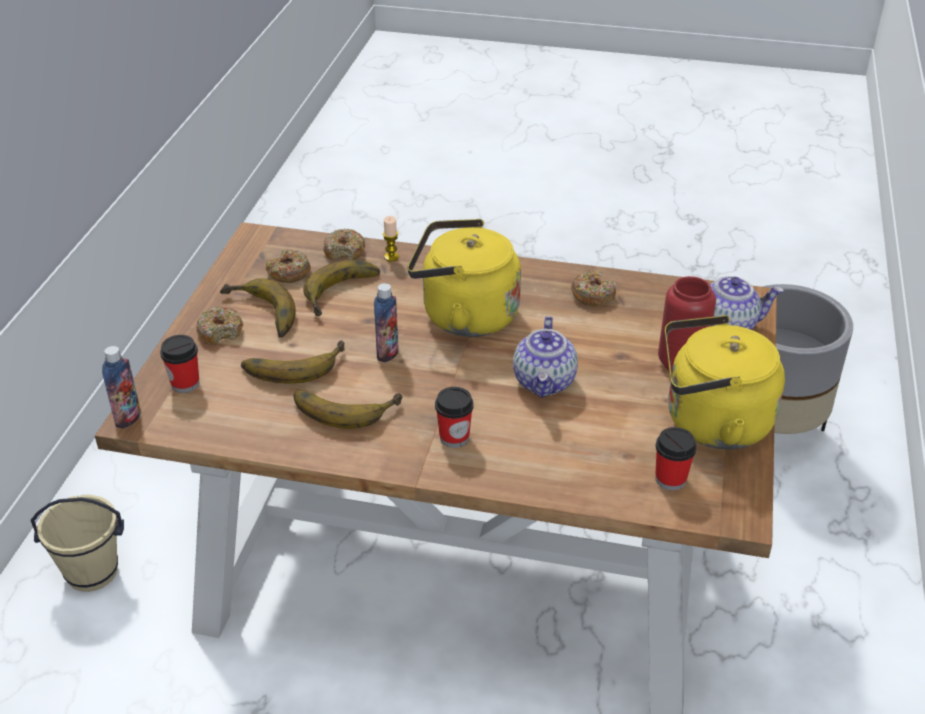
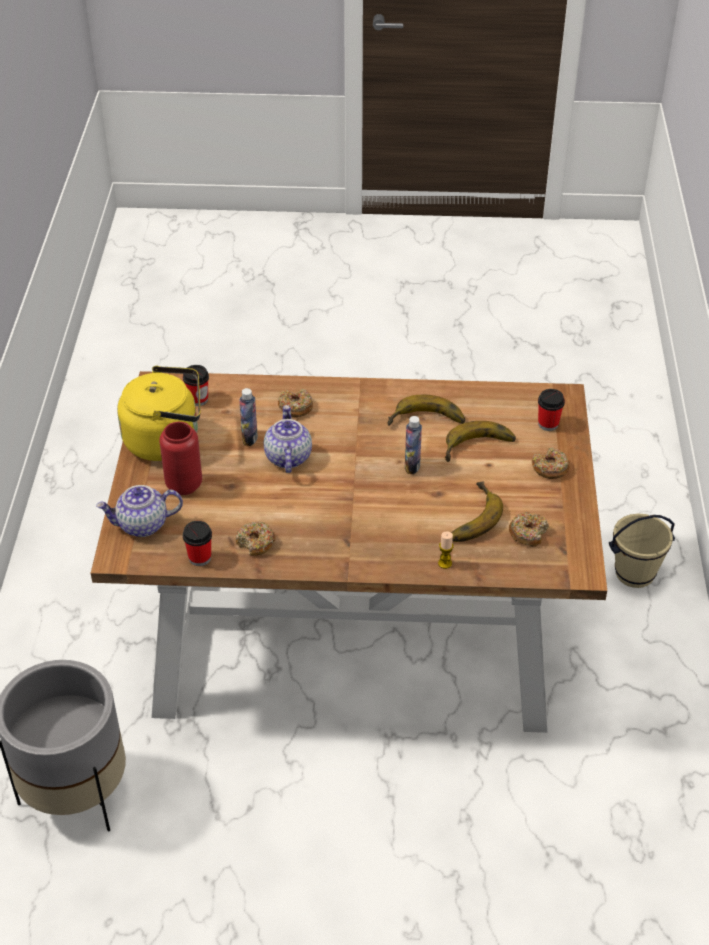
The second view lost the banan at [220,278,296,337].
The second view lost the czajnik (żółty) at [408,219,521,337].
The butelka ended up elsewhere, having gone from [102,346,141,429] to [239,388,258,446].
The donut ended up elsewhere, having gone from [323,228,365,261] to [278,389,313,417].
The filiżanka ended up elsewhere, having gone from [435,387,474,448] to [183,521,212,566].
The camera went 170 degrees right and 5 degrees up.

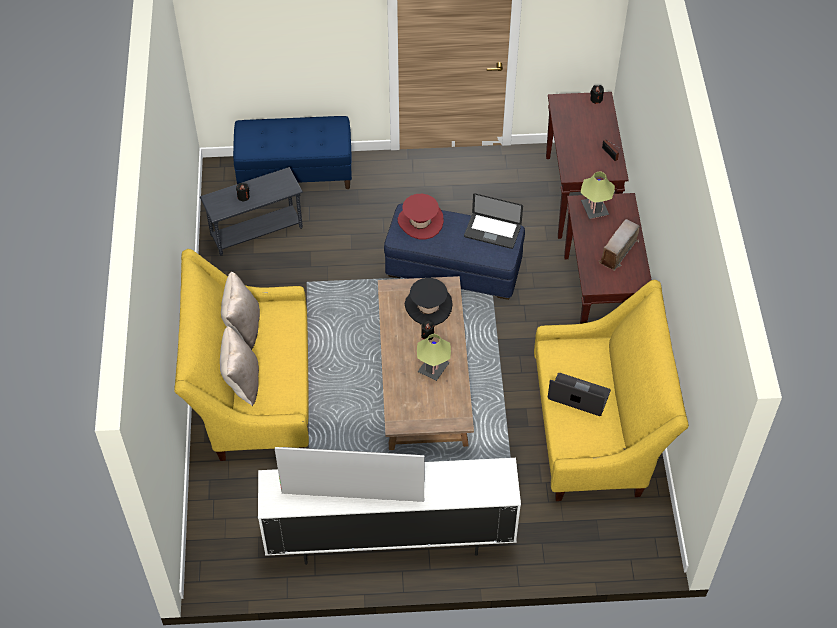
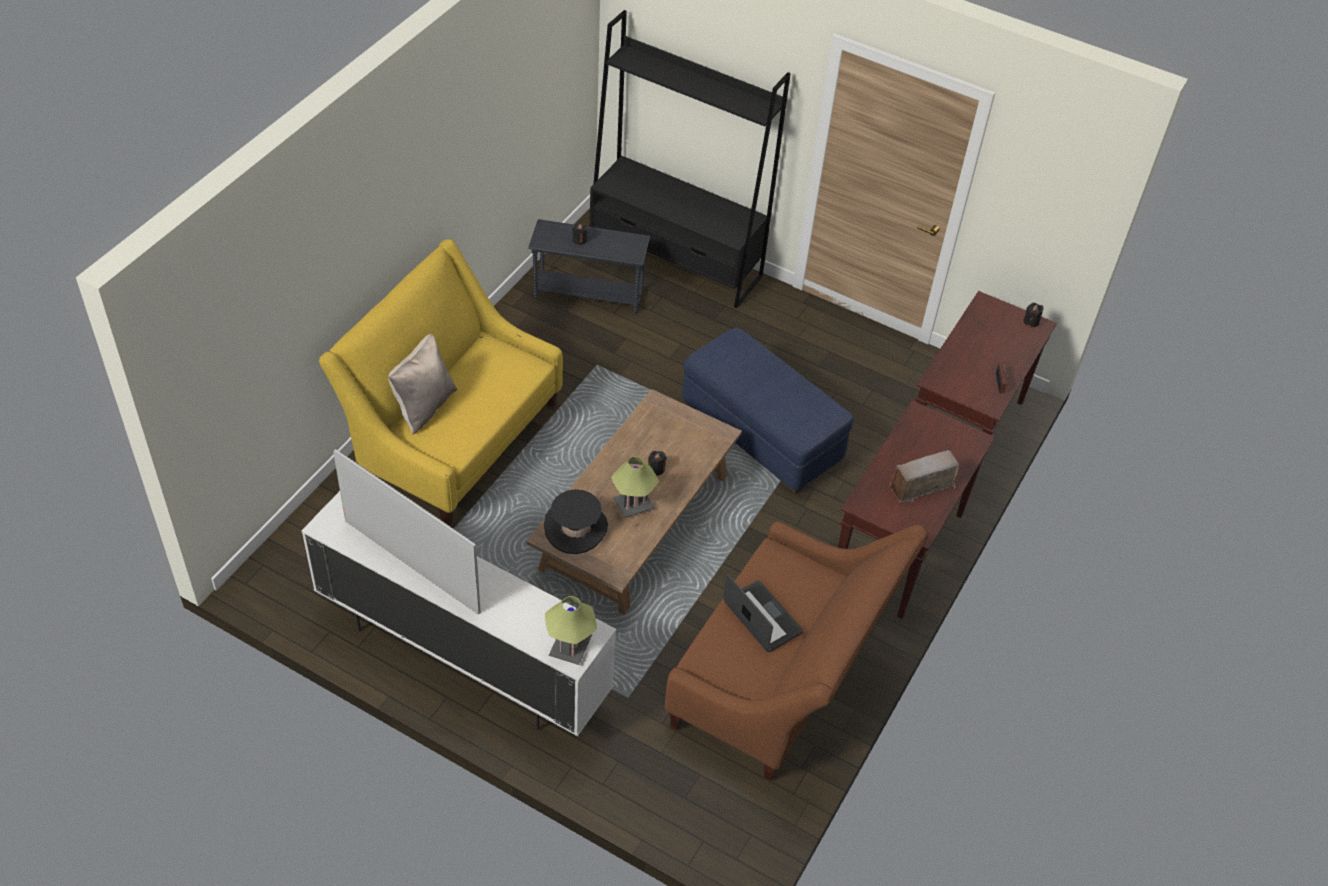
The second view lost the poduszka (beżowy) at [221,272,260,350].
The second view lost the kapelusz (czerwony) at [398,194,444,239].
The second view lost the laptop at [464,193,523,249].
The kapelusz (czarny) ended up elsewhere, having gone from [405,278,453,326] to [544,489,608,554].
The lampa stołowa ended up elsewhere, having gone from [581,172,615,219] to [545,596,597,665].
Where the ławka (niebieski) stood at [233,116,352,189], the regał (czarny) came to stand at [590,10,790,308].
What was the kanapa (żółty) at [534,280,689,501] turned into the kanapa (brązowy) at [665,521,929,781].
The camera went 30 degrees right and 5 degrees down.

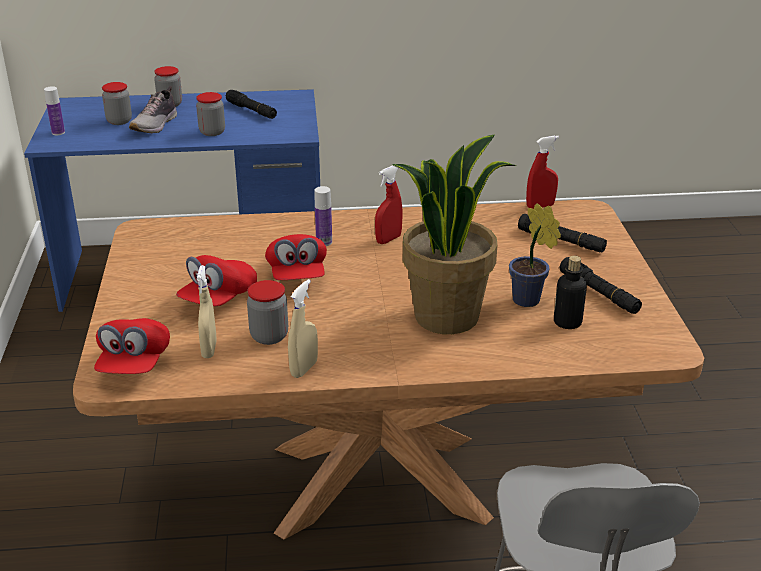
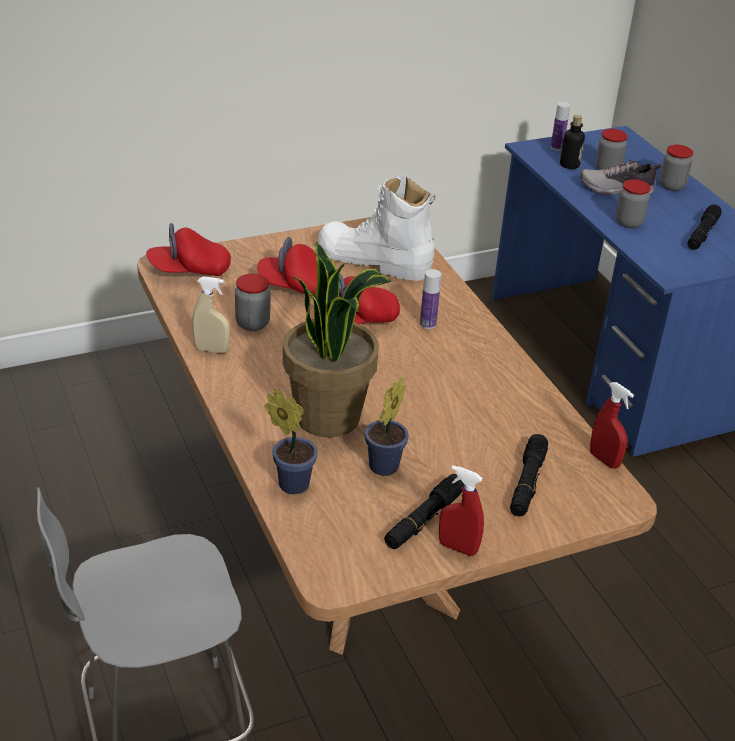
The second view lost the spryskiwacz (beżowy) at [197,265,217,358].
The second view gained the roślina doniczkowa at [264,390,318,494].
The second view gained the but z cholewką (biały) at [318,176,435,281].
The spryskiwacz (czerwony) ended up elsewhere, having gone from [375,166,403,244] to [439,465,484,556].
The butelka ended up elsewhere, having gone from [554,256,587,329] to [560,115,585,169].
The camera went 70 degrees right and 5 degrees up.

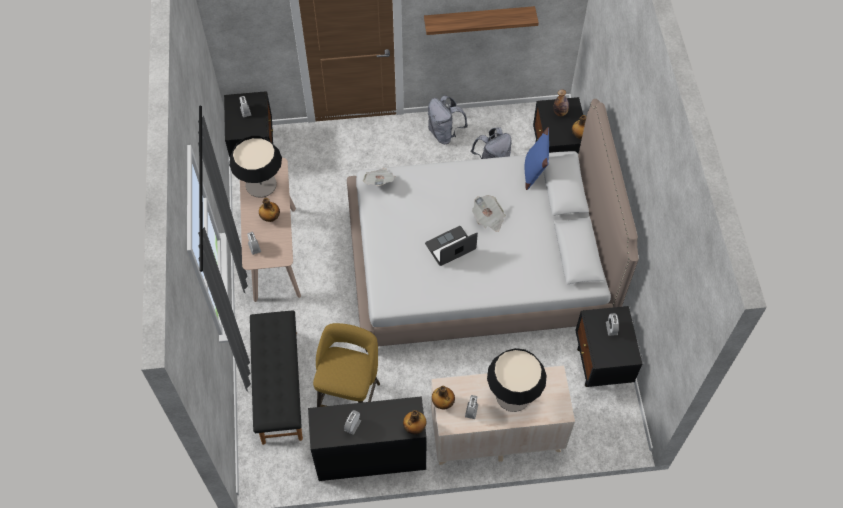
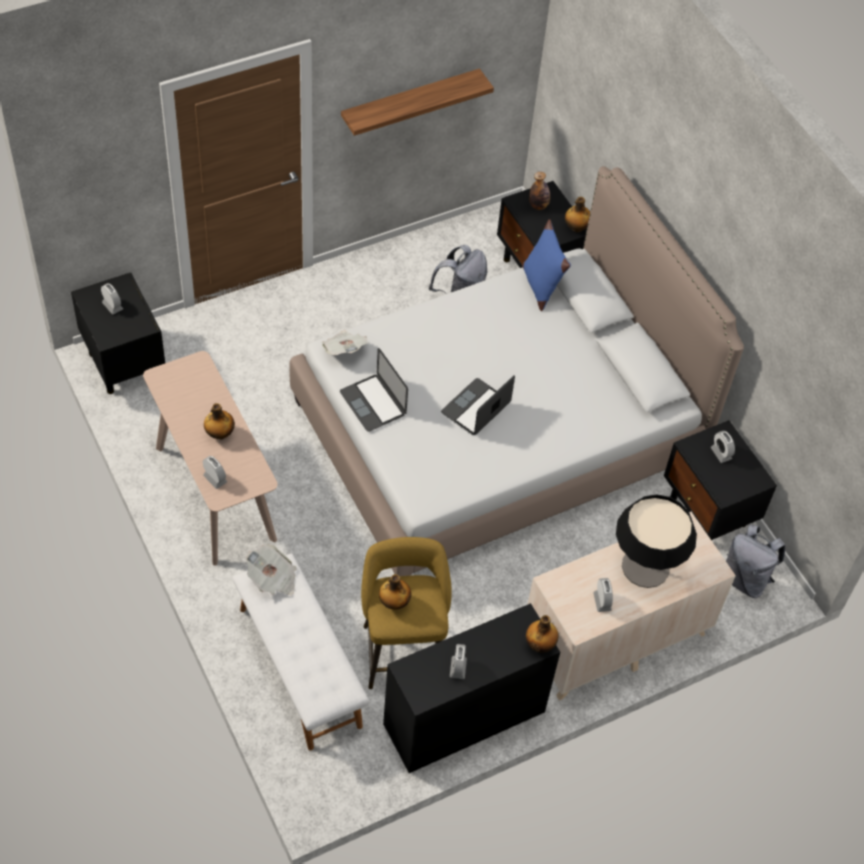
The second view lost the lampa stołowa at [229,136,282,197].
The second view gained the laptop at [340,348,408,432].
The plecak (szary) ended up elsewhere, having gone from [428,95,468,144] to [726,524,785,598].
The butelka ended up elsewhere, having gone from [432,386,455,409] to [379,574,411,610].
The gazeta ended up elsewhere, having gone from [472,195,506,232] to [246,545,297,595].
What was the ławka (czarny) at [250,310,303,445] turned into the ławka (biały) at [233,553,369,750].
The camera went 25 degrees left and 5 degrees down.

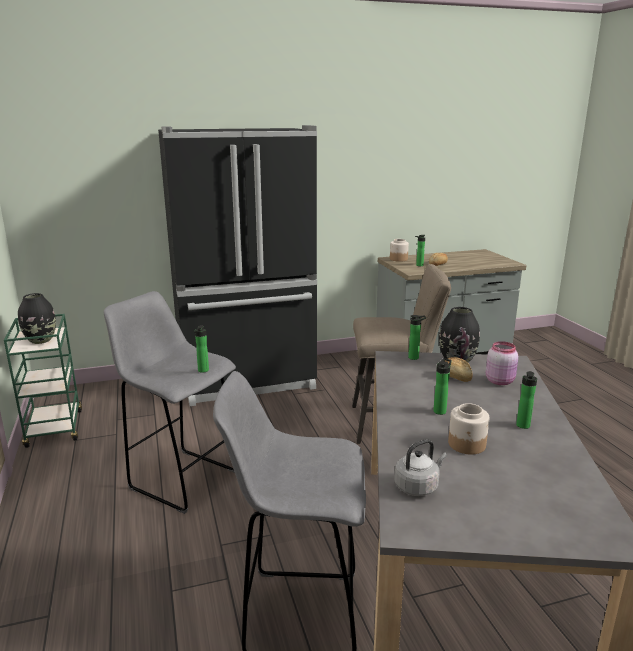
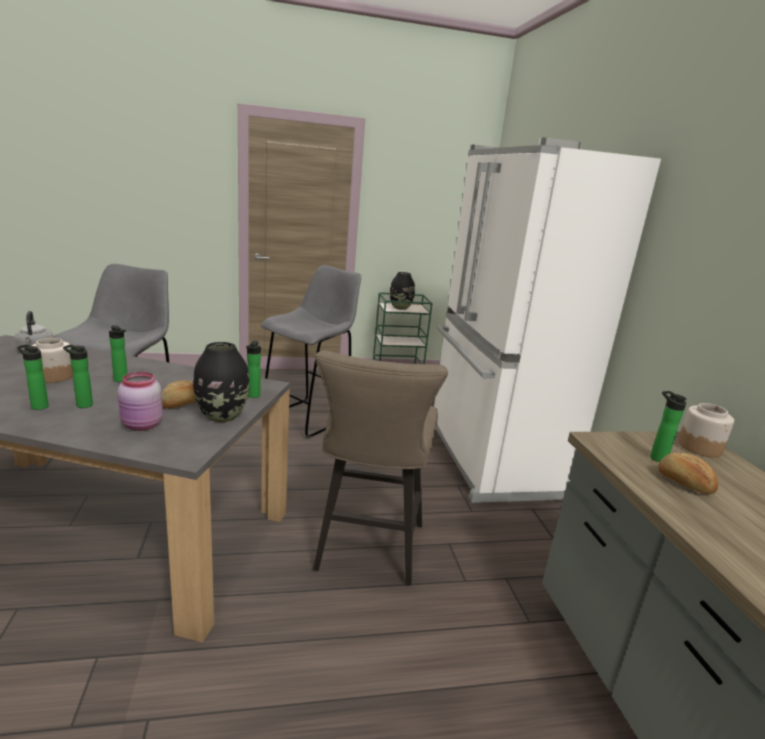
The butelka ended up elsewhere, having gone from [194,325,209,373] to [63,345,93,408].
What was the lodówka (czarny) at [158,125,317,406] turned into the lodówka (biały) at [434,137,661,503].
The camera went 95 degrees right and 0 degrees up.

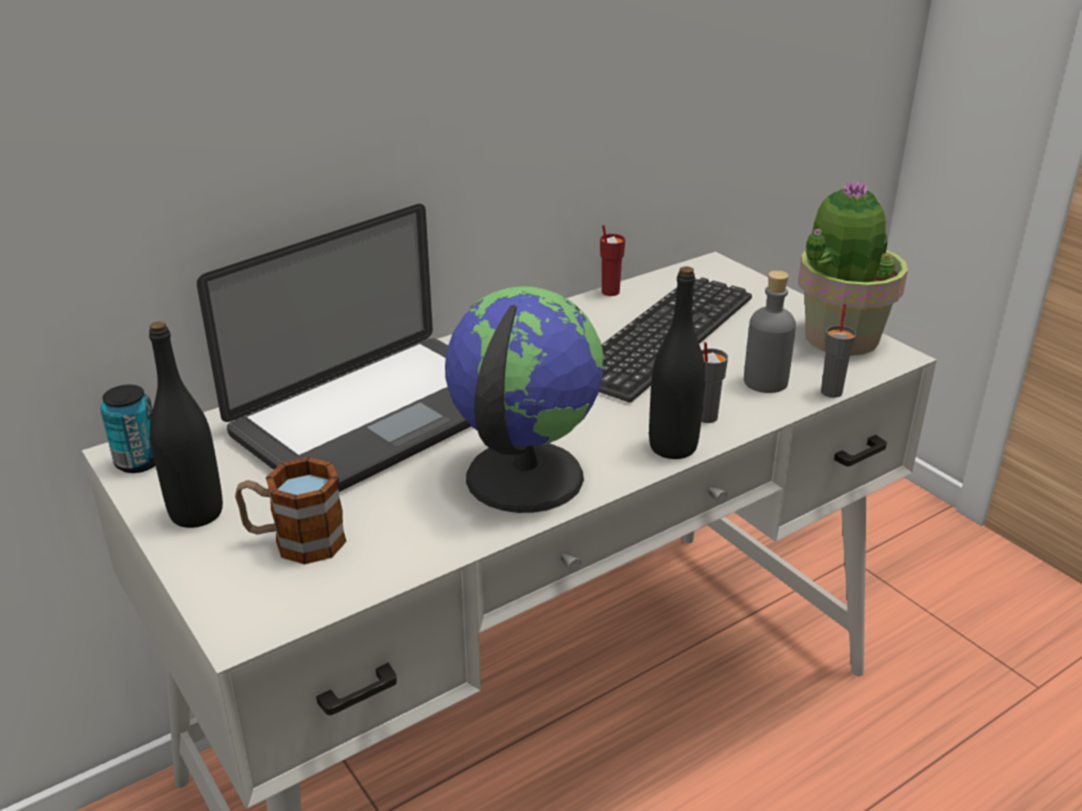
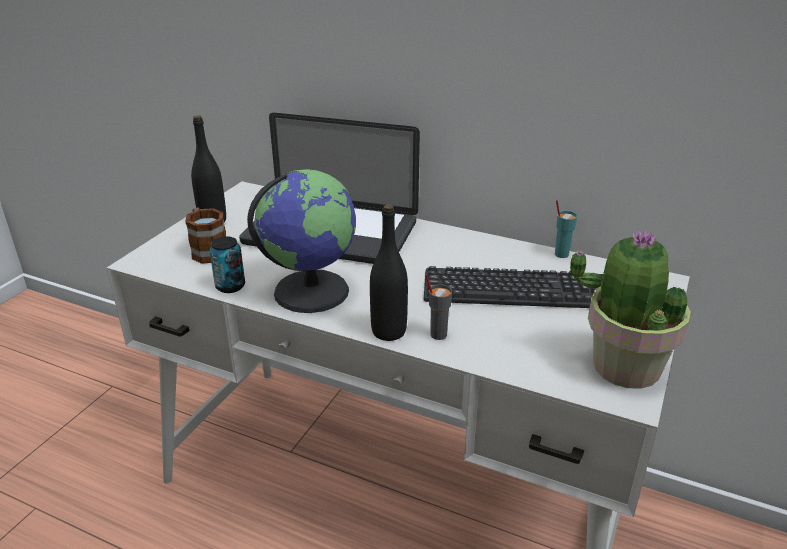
The second view lost the butelka (szary) at [744,271,796,393].
The second view lost the filiżanka (szary) at [821,304,857,398].
The puszka ended up elsewhere, having gone from [101,385,155,473] to [210,236,245,293].
What was the filiżanka (czerwony) at [600,225,625,296] turned into the filiżanka (turkusowy) at [555,200,577,258].
The camera went 60 degrees right and 0 degrees up.

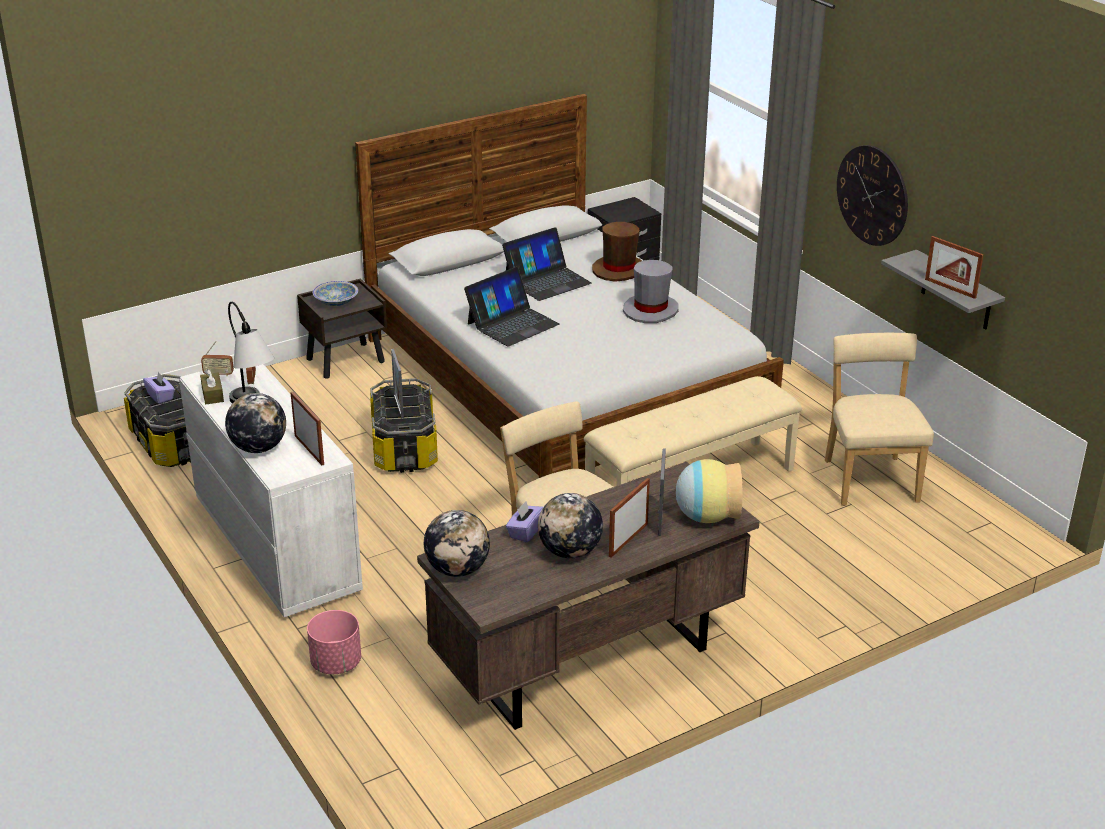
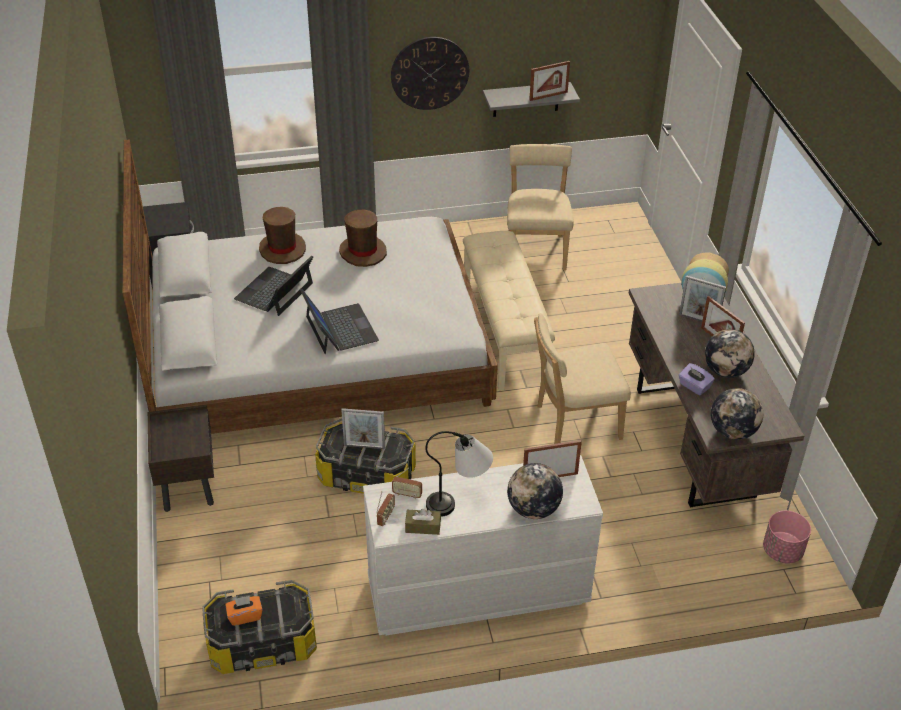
The second view lost the miska at [313,281,358,306].
The donica (różowy) ended up elsewhere, having gone from [307,610,361,674] to [763,511,811,563].
What was the pudełko chusteczek (fioletowy) at [143,371,175,404] turned into the pudełko chusteczek (pomarańczowy) at [226,596,263,626].
What was the kapelusz (szary) at [623,260,679,323] turned into the kapelusz (brązowy) at [339,210,387,267].
The laptop at [502,227,592,301] ended up facing another way, 135 degrees counterclockwise from before.
The krzesło (beżowy) at [825,333,934,506] ended up facing another way, 75 degrees clockwise from before.
The camera went 70 degrees left and 10 degrees up.

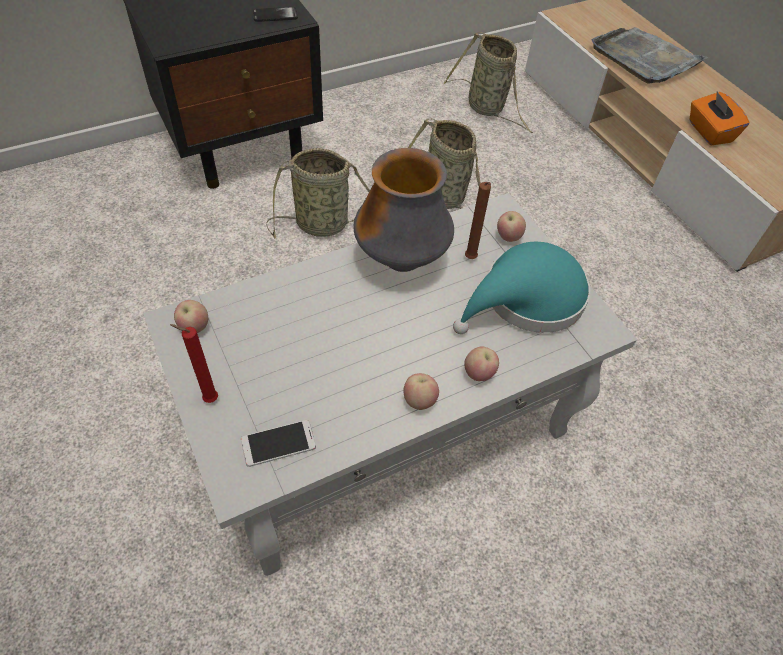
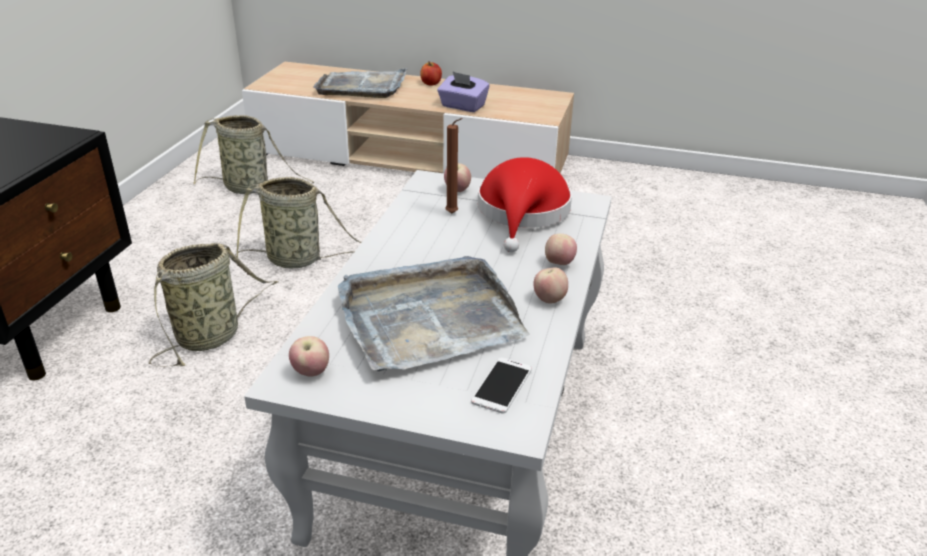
The second view lost the świeca (czerwony) at [170,324,218,403].
The second view lost the telefon at [253,7,298,22].
The second view lost the wazon at [354,148,454,272].
The second view gained the taca (szary) at [338,256,529,371].
The second view gained the jabłko at [420,61,442,85].
What was the kapelusz (turkusowy) at [453,242,590,334] turned into the kapelusz (czerwony) at [478,157,572,252].
What was the pudełko chusteczek (pomarańczowy) at [690,91,749,146] turned into the pudełko chusteczek (fioletowy) at [437,72,490,112].
The camera went 45 degrees left and 20 degrees down.

